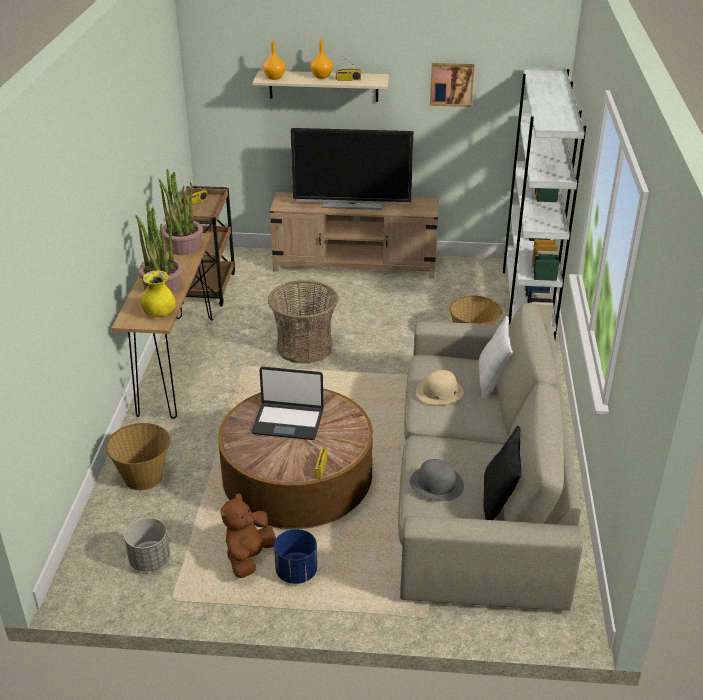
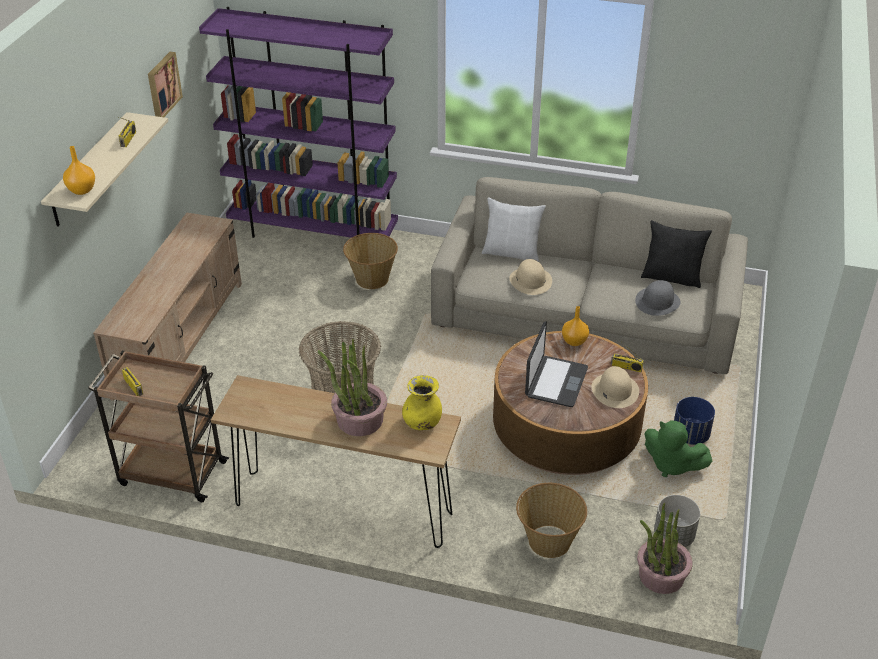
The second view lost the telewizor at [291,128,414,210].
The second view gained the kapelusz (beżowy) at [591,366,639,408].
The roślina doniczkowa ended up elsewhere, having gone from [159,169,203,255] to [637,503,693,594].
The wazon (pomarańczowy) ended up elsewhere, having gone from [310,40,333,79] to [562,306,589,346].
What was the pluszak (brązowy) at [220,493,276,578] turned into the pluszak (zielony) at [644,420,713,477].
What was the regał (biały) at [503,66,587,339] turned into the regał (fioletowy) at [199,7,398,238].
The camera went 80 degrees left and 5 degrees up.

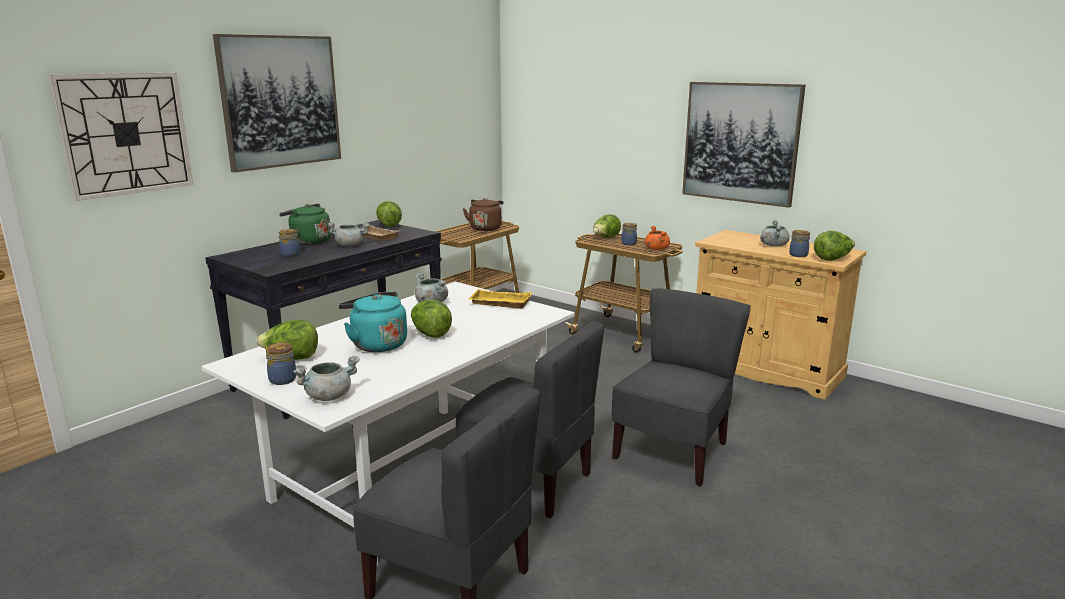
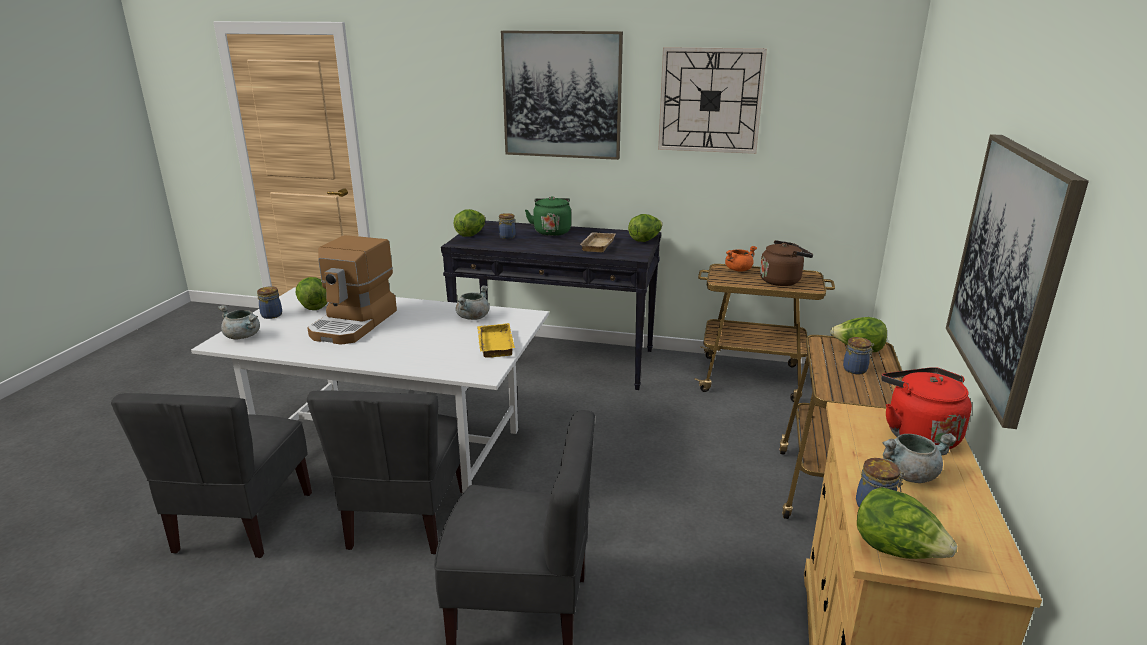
The second view lost the garnek (szary) at [327,222,369,246].
The second view gained the czajnik (czerwony) at [881,367,972,449].
The zegar ścienny ended up elsewhere, having gone from [48,73,193,201] to [658,47,767,154].
The sałata ended up elsewhere, having gone from [411,300,452,338] to [454,209,485,237].
The garnek (pomarańczowy) ended up elsewhere, having gone from [645,226,670,250] to [725,246,757,272].
Where the czajnik (turkusowy) stood at [339,292,407,352], the ekspres do kawy came to stand at [307,235,397,345].
The camera went 65 degrees right and 5 degrees up.

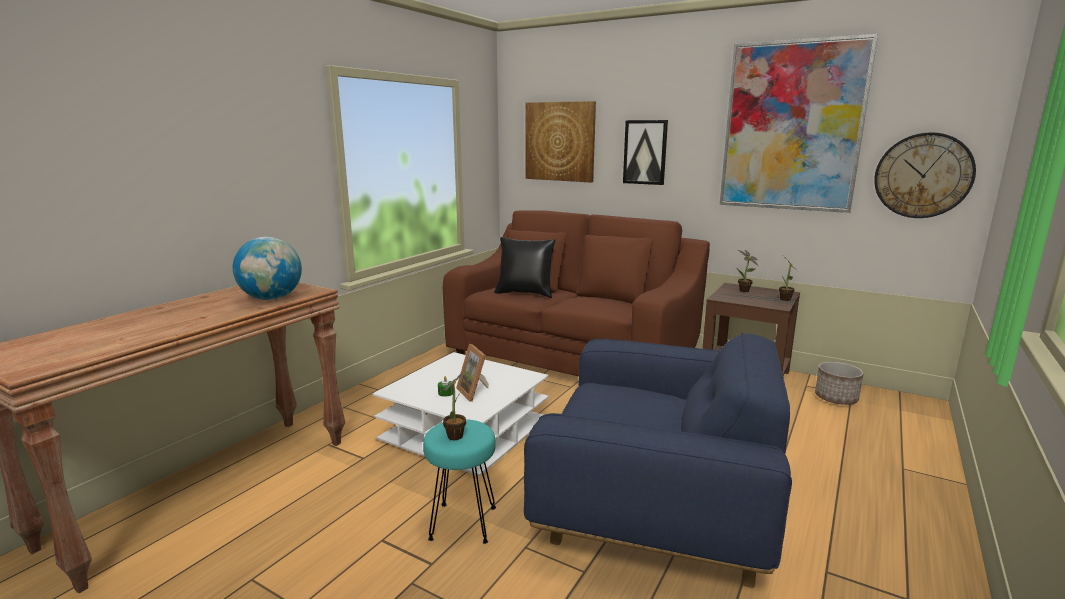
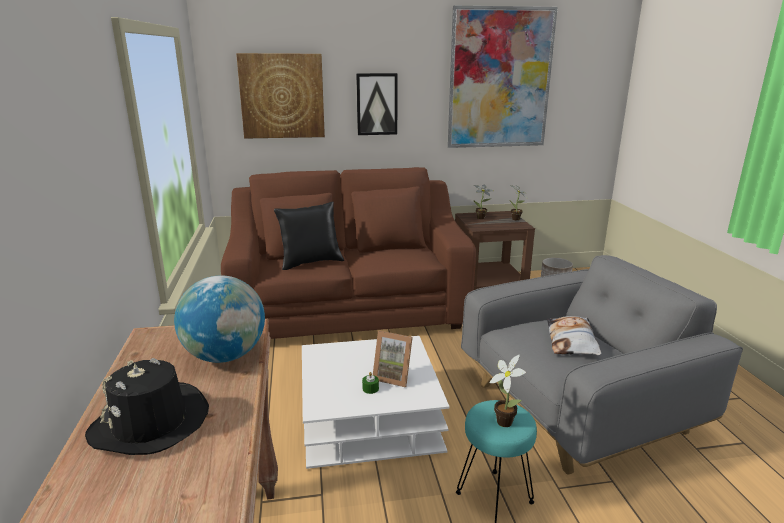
The second view lost the zegar ścienny at [874,132,976,218].
The second view gained the kapelusz (czarny) at [85,358,209,455].
The second view gained the poduszka at [547,316,601,355].
What was the fotel (niebieski) at [524,333,792,588] turned into the fotel (szary) at [461,255,743,475].
The camera went 40 degrees left and 5 degrees up.

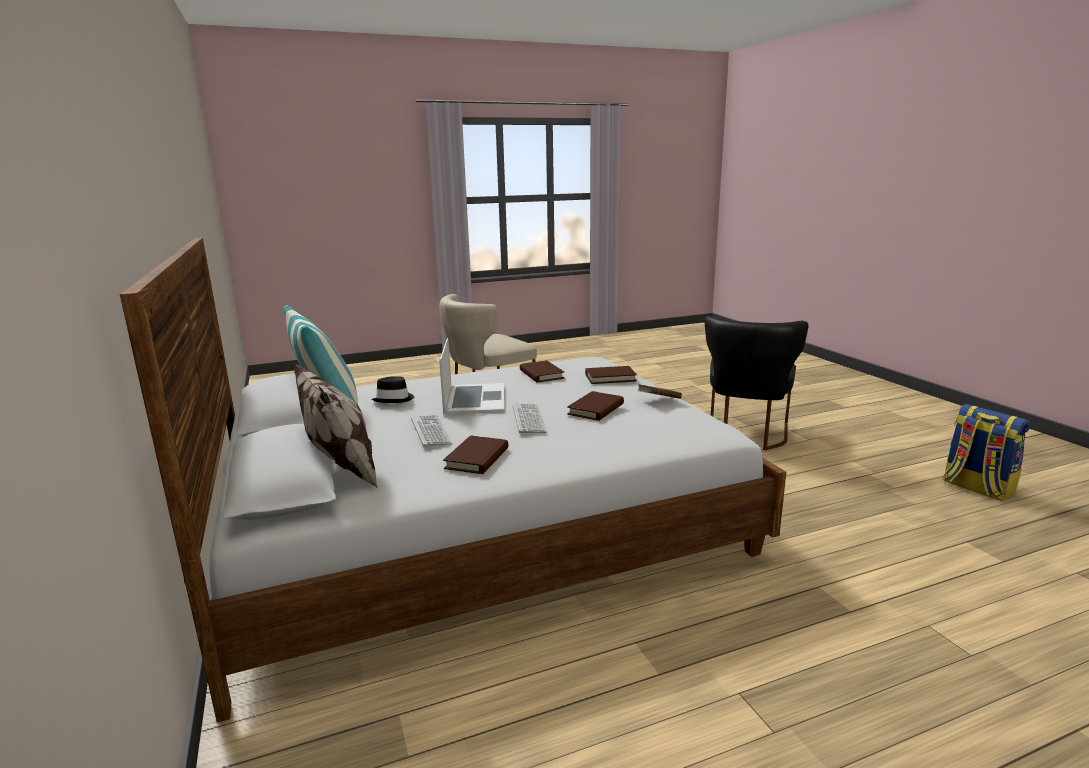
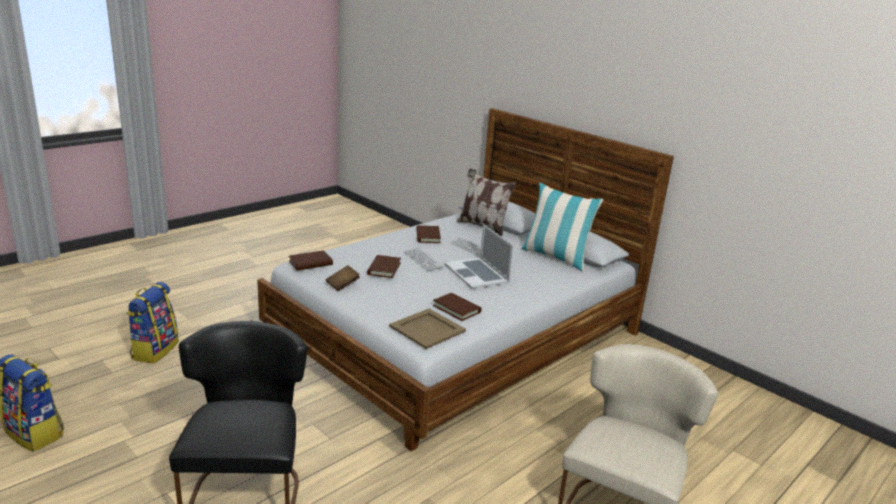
The second view lost the kapelusz (czarny) at [372,377,414,403].
The second view gained the plecak at [127,282,179,364].
The second view gained the taca (beżowy) at [389,309,466,349].
The książka (brązowy) ended up elsewhere, having gone from [585,366,637,384] to [289,250,333,271].
The camera went 155 degrees right and 5 degrees up.

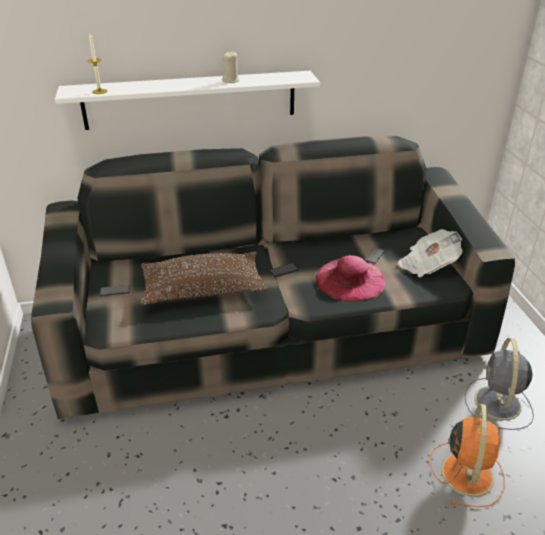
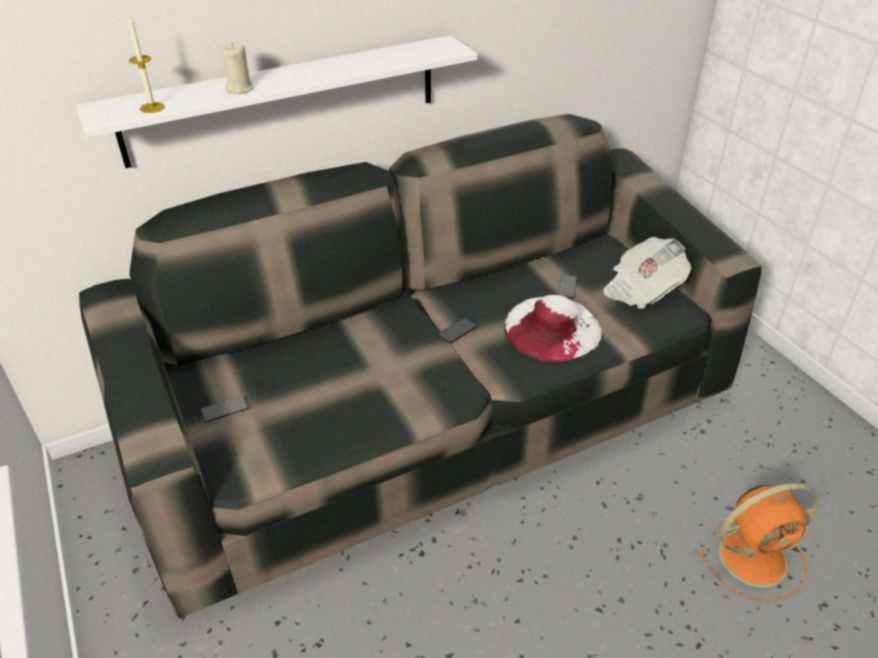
The second view lost the poduszka (brązowy) at [140,251,268,305].
The second view lost the wentylator (szary) at [465,338,534,430].
The świeca (beżowy) ended up elsewhere, having gone from [222,52,239,83] to [222,42,254,94].
What was the kapelusz (różowy) at [316,255,386,301] turned into the kapelusz (biały) at [504,295,601,362].
The wentylator (pomarańczowy) at [430,404,505,507] ended up facing another way, 75 degrees clockwise from before.
The camera went 15 degrees left and 5 degrees up.

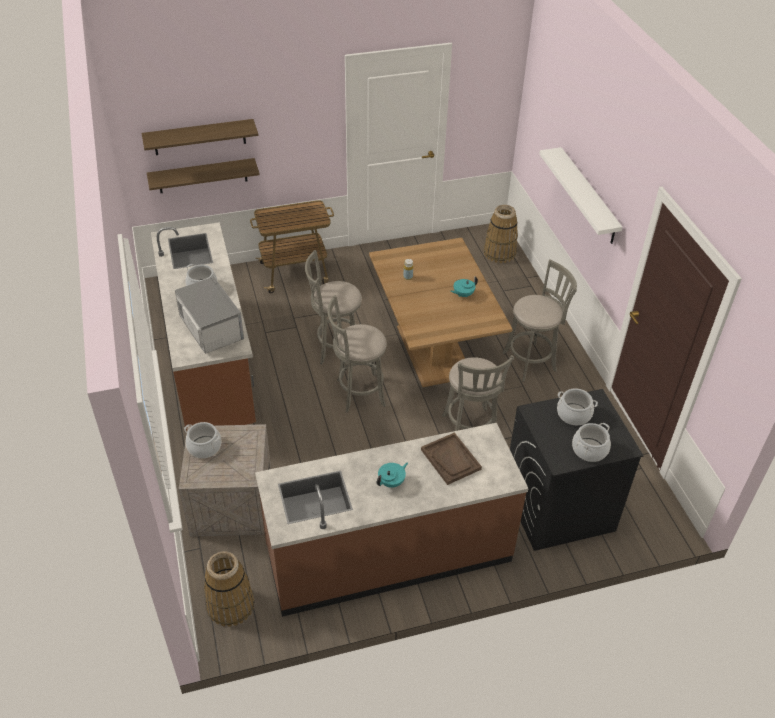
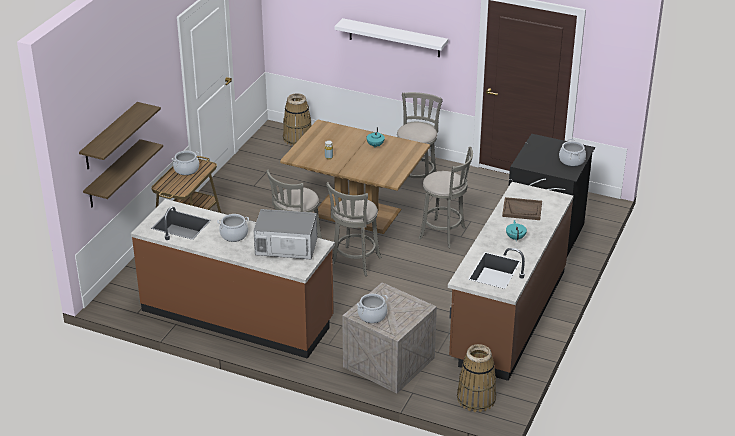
The garnek ended up elsewhere, having gone from [557,388,598,426] to [172,151,199,175].
The camera went 50 degrees left and 10 degrees down.

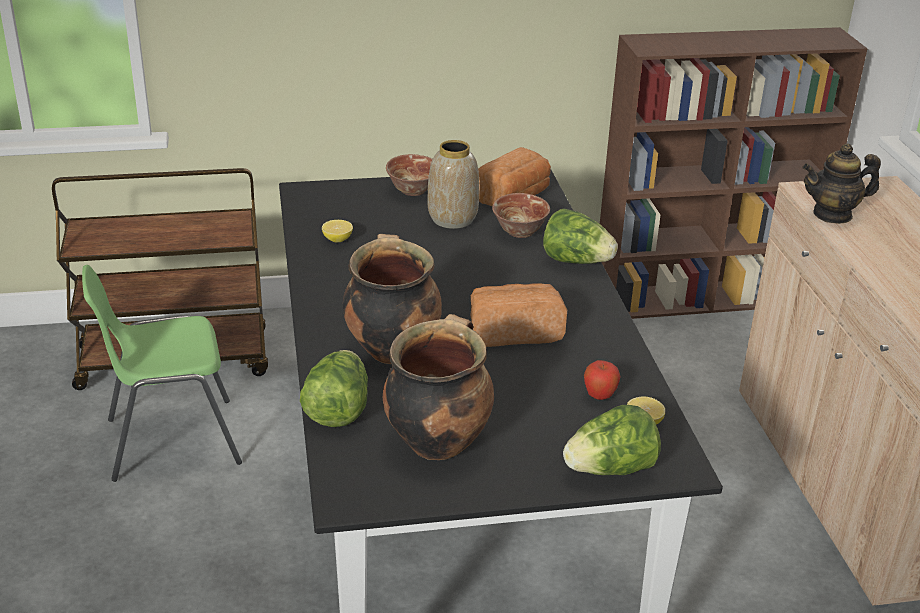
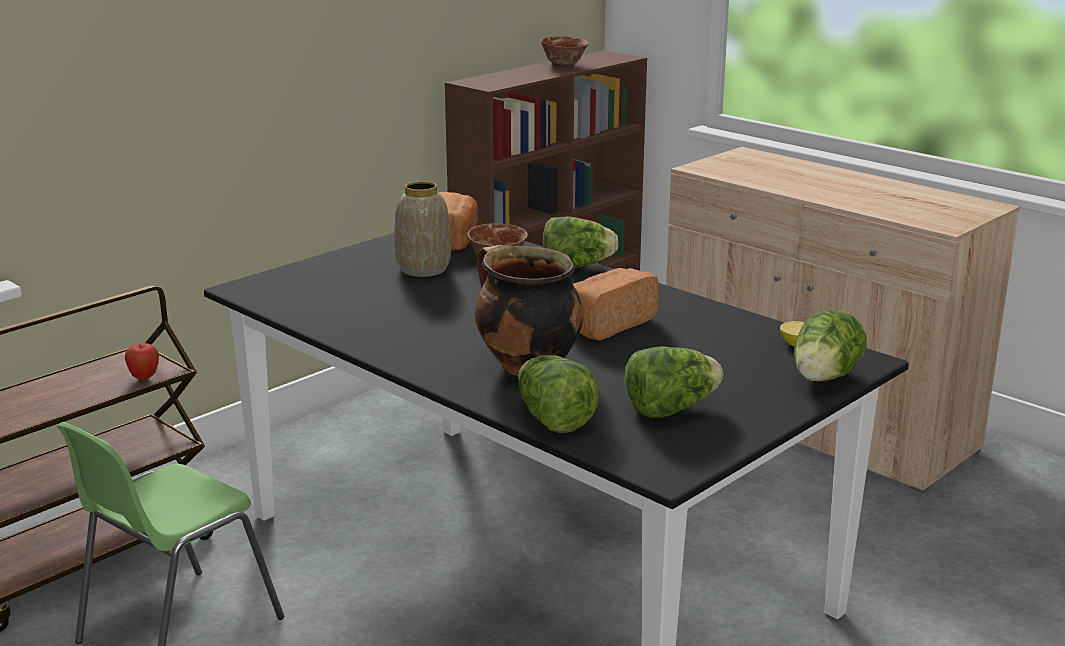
The second view lost the cytryna at [322,220,353,242].
The second view lost the imbryk at [803,144,881,224].
The miska ended up elsewhere, having gone from [386,154,432,196] to [541,36,588,67].
The jabłko ended up elsewhere, having gone from [584,360,621,400] to [125,343,159,380].
Where the garnek stood at [383,314,494,460], the sałata came to stand at [624,346,723,418].
The camera went 35 degrees left and 10 degrees down.

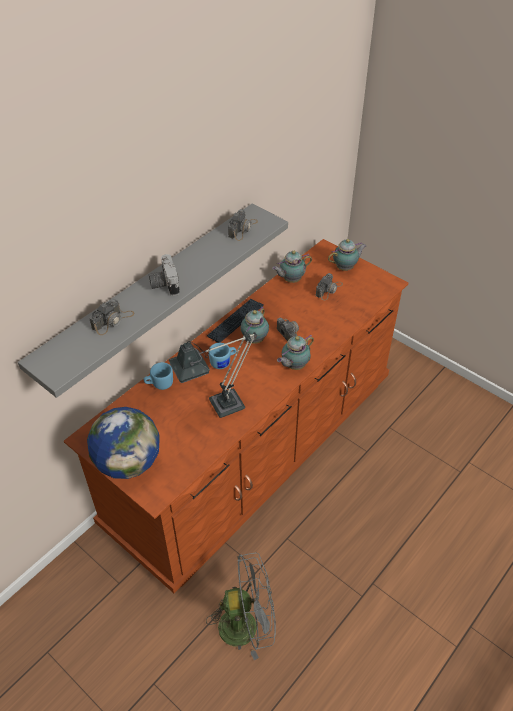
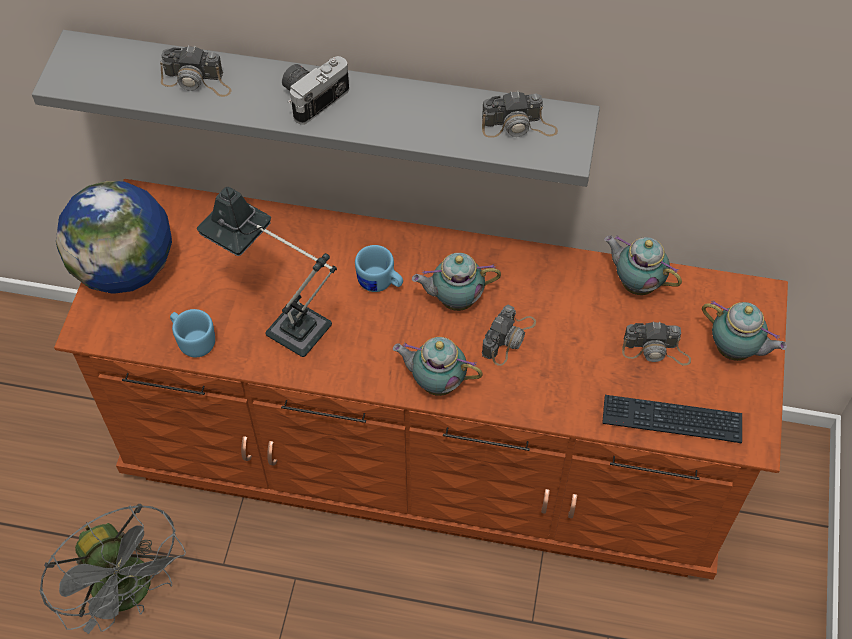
The kubek (niebieski) ended up elsewhere, having gone from [143,362,173,390] to [170,309,215,357].
The klawiatura ended up elsewhere, having gone from [207,299,264,343] to [602,395,742,444].
The camera went 60 degrees right and 10 degrees up.

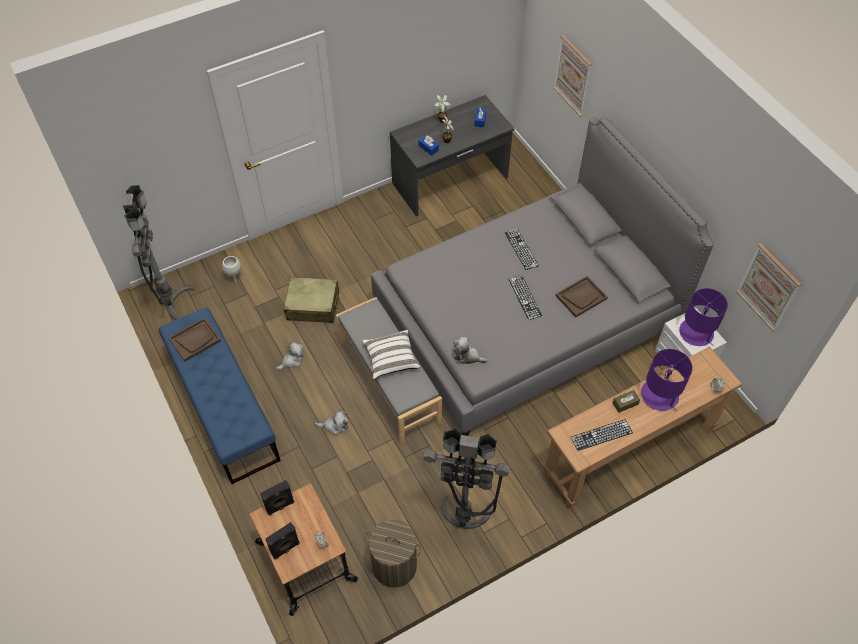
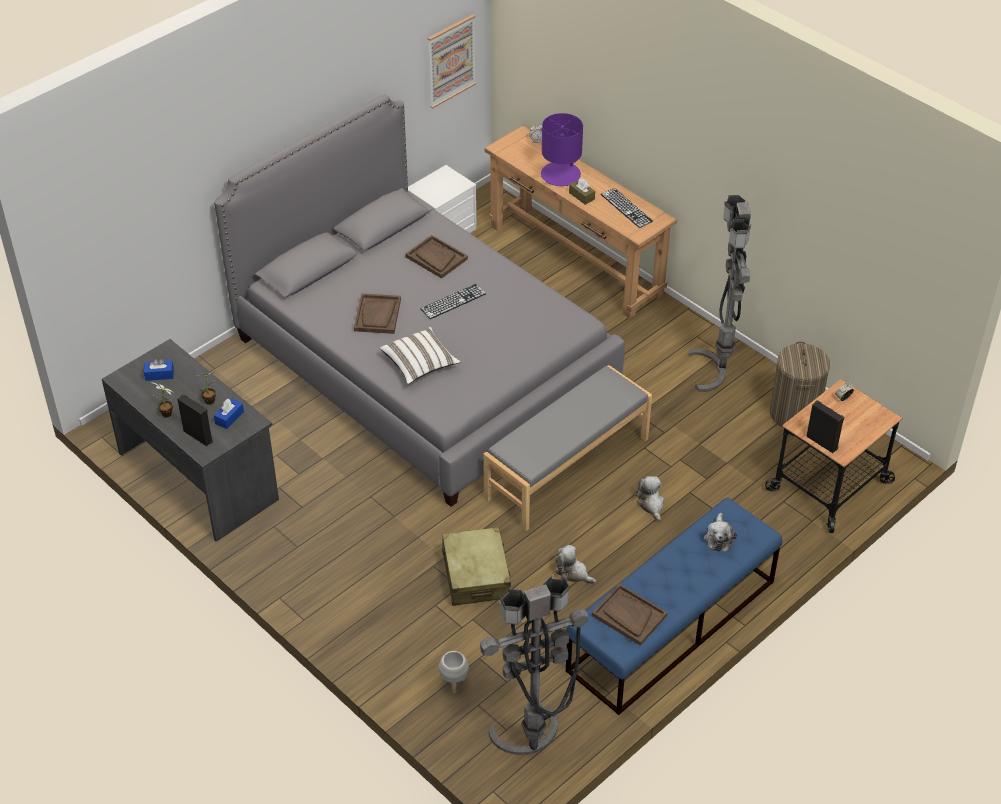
The second view lost the obraz at [553,35,592,117].
The second view lost the lampa stołowa (fioletowy) at [679,288,728,346].
The głośnik (czarny) ended up elsewhere, having gone from [265,522,300,560] to [177,394,213,446].
The poduszka (biały) ended up elsewhere, having gone from [362,330,420,379] to [380,327,461,384].
The pluszak ended up elsewhere, having gone from [454,337,487,364] to [703,513,737,552].
Where the klawiatura stood at [505,229,539,270], the taca (brązowy) came to stand at [354,293,401,334].
The camera went 105 degrees left and 10 degrees down.

